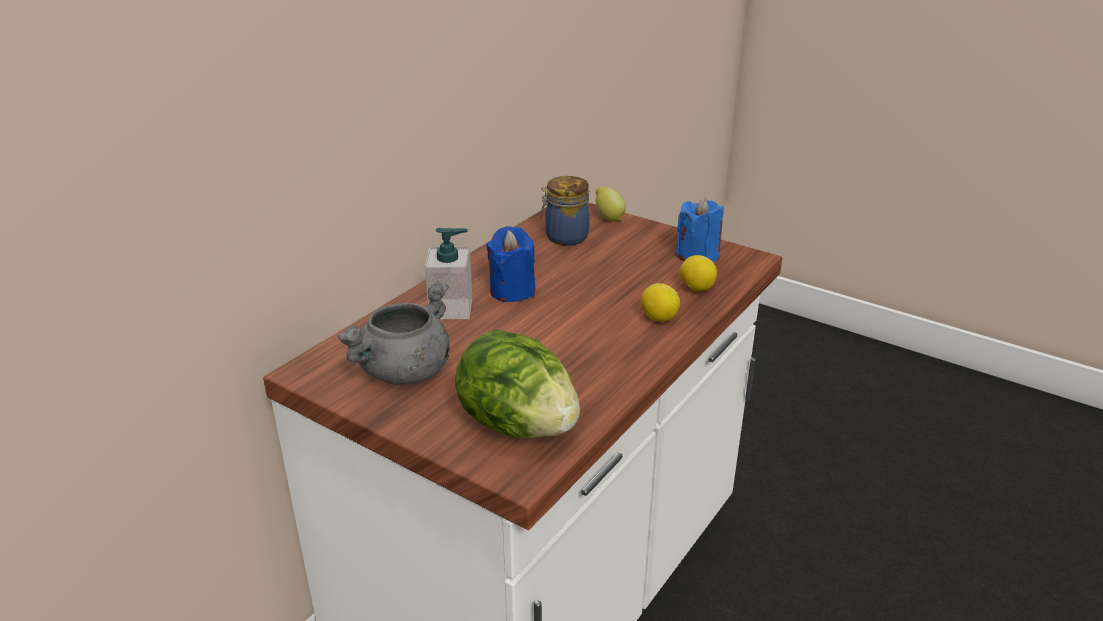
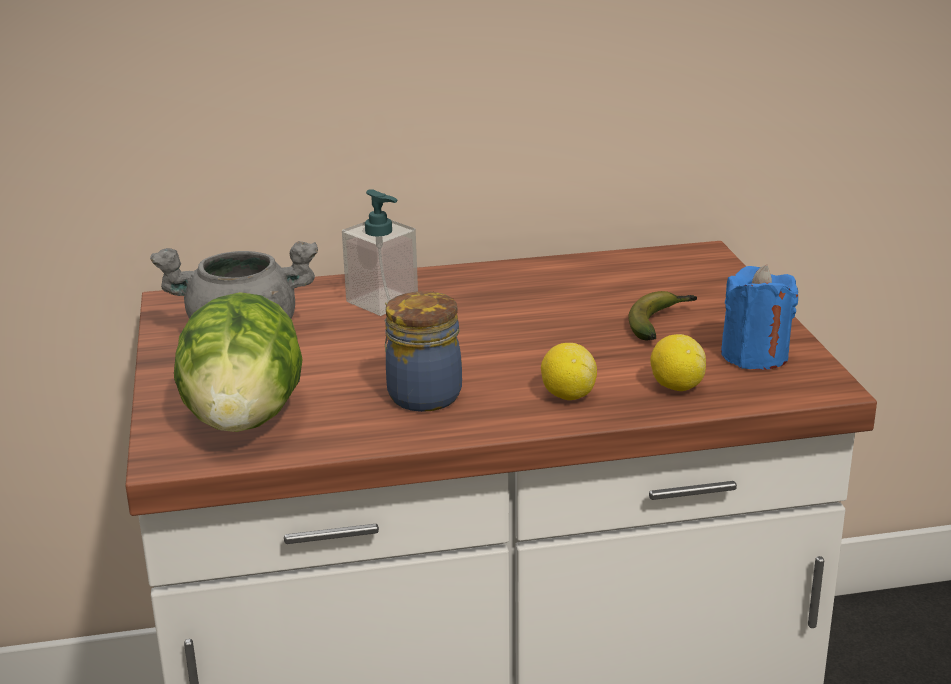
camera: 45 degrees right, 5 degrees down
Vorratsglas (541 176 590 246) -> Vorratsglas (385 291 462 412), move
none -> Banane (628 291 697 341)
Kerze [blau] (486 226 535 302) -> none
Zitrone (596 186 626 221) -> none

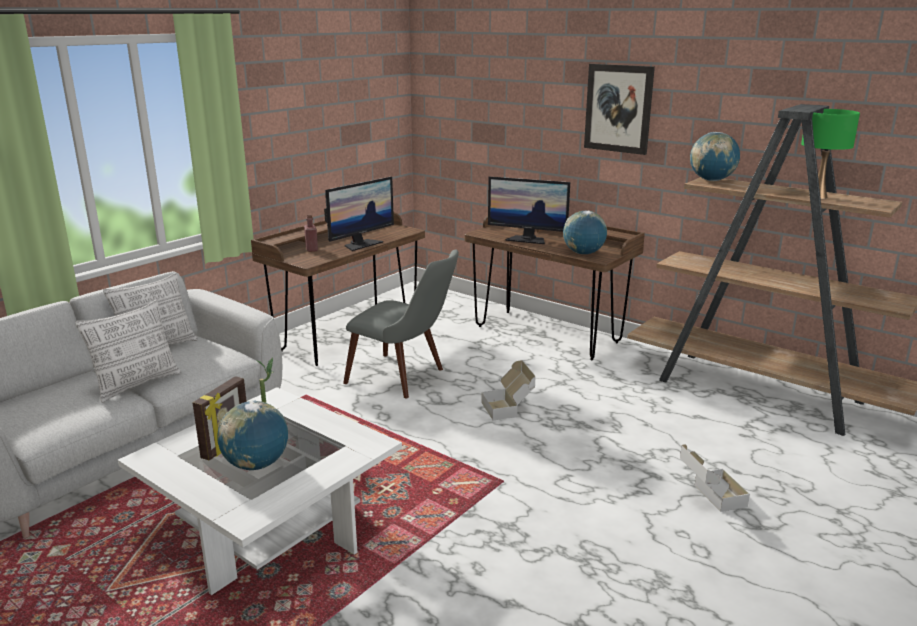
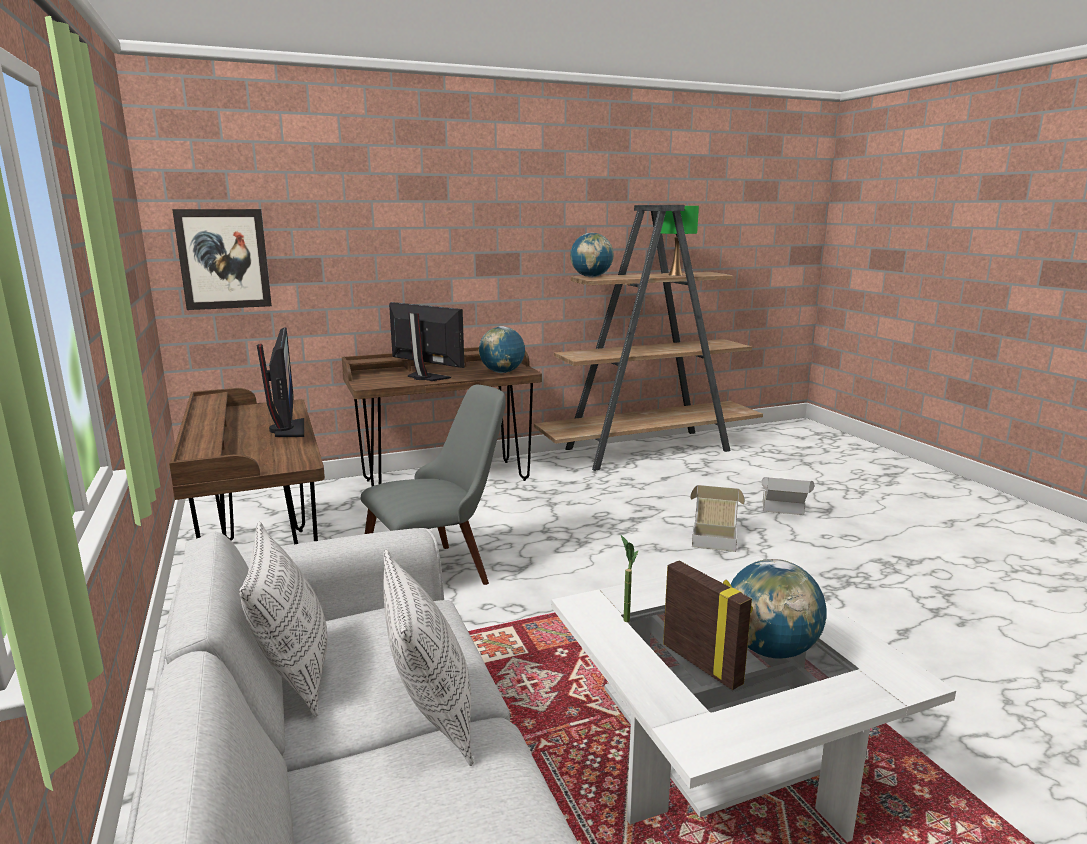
camera: 60 degrees left, 5 degrees down
Bild (584 64 655 155) -> Bild (172 209 272 310), move
Monitor (488 177 570 244) -> Monitor (389 302 465 381), 105 degrees counterclockwise
Karton (481 361 536 420) -> Karton (690 485 745 552), move
Flasche [rot] (304 214 318 252) -> none

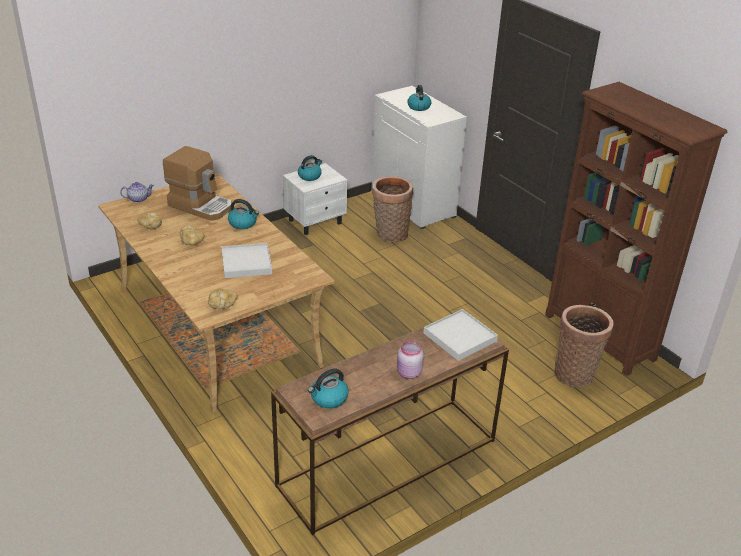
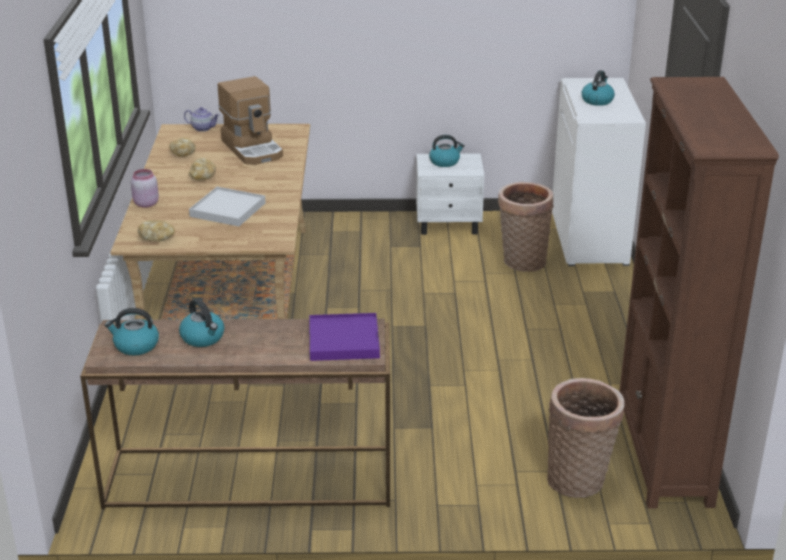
camera: 35 degrees right, 5 degrees down
Vorratsglas [rosa] (397 341 424 379) -> Vorratsglas [rosa] (131 169 159 208), move
Wasserkessel (228 199 259 229) -> Wasserkessel (179 299 225 347), move
Tablett [weiß] (424 309 498 361) -> Tablett [lila] (309 313 380 361)

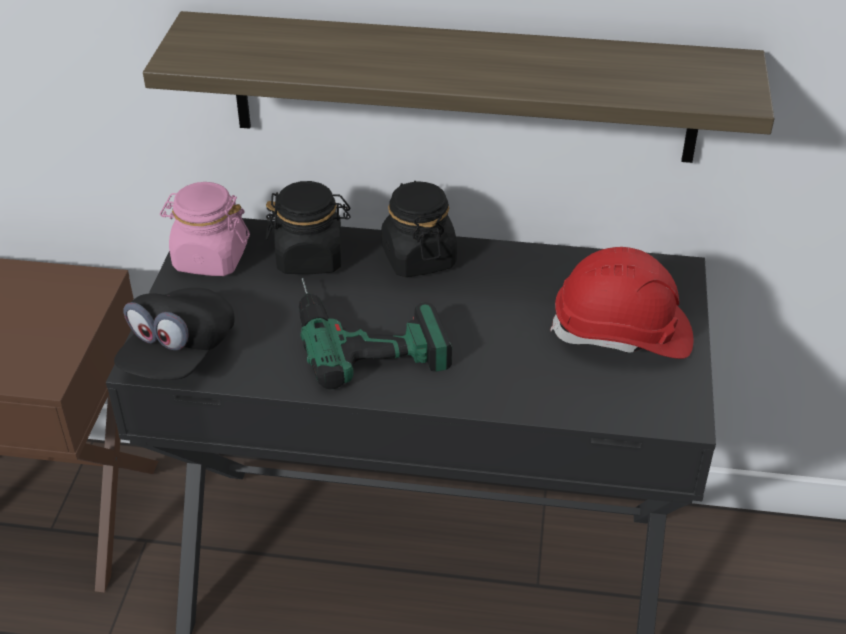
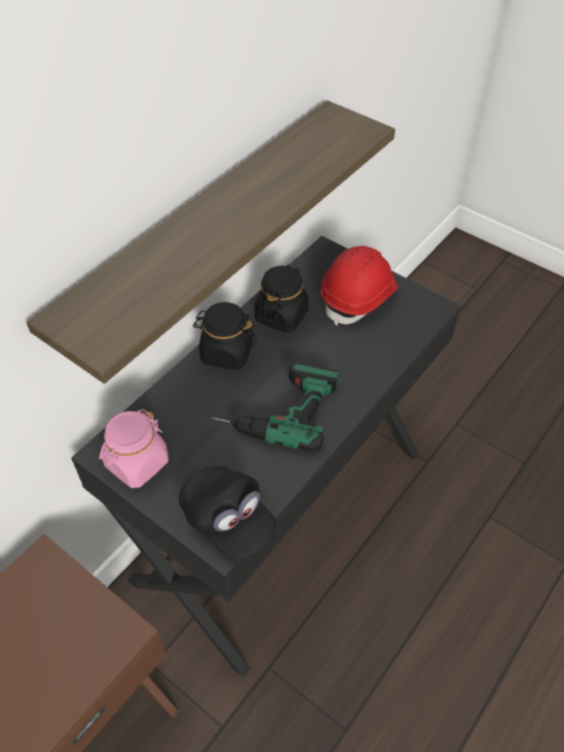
camera: 60 degrees left, 10 degrees up
Vorratsglas [schwarz] (266 181 351 274) -> Vorratsglas [schwarz] (255 265 309 333), move

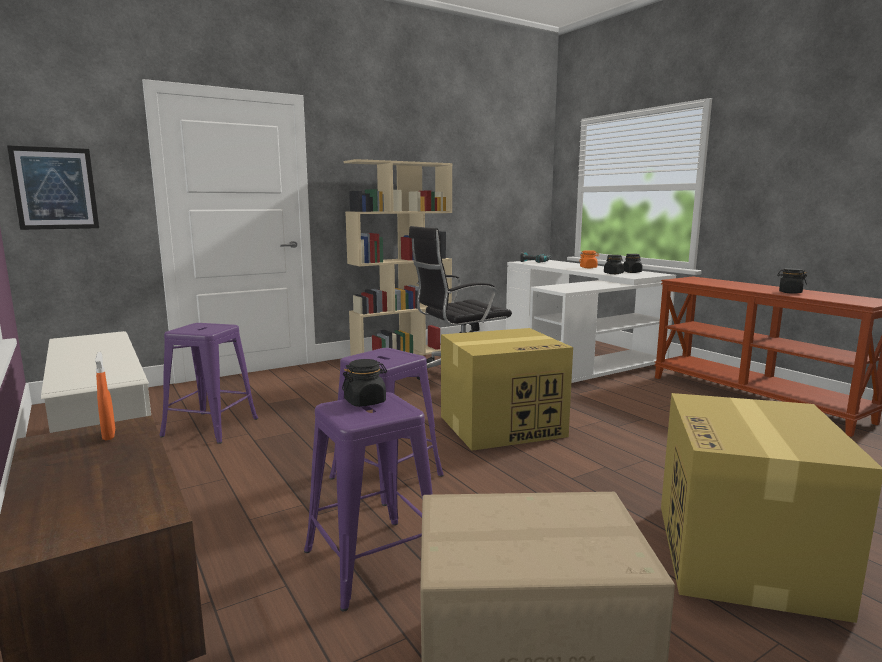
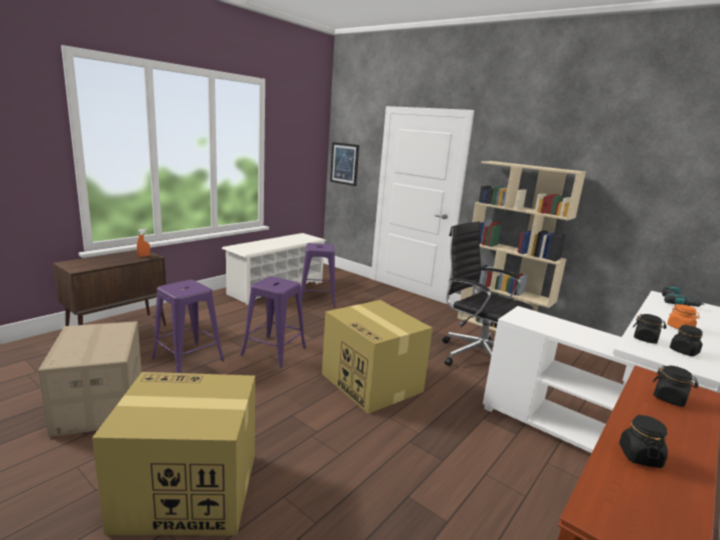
camera: 70 degrees right, 5 degrees up
Vorratsglas [schwarz] (342 359 387 407) -> Vorratsglas [schwarz] (653 365 698 407), move

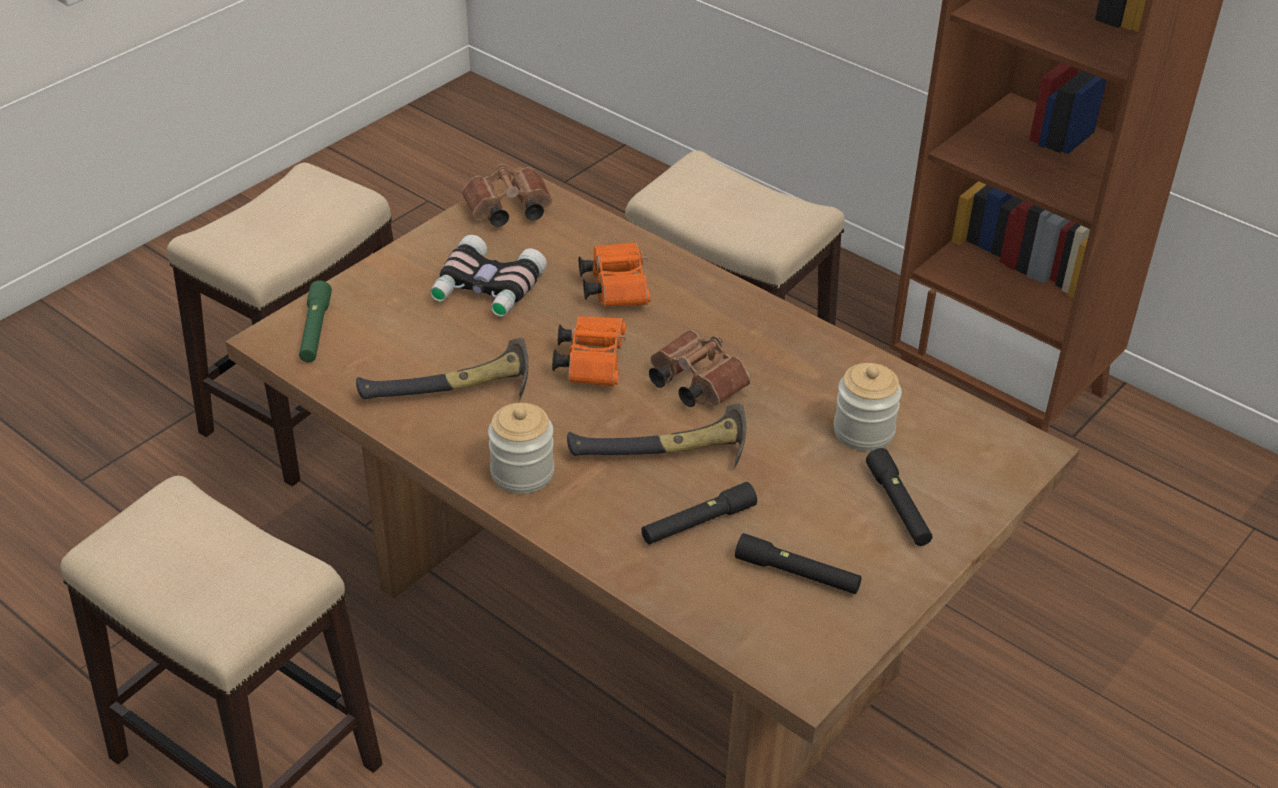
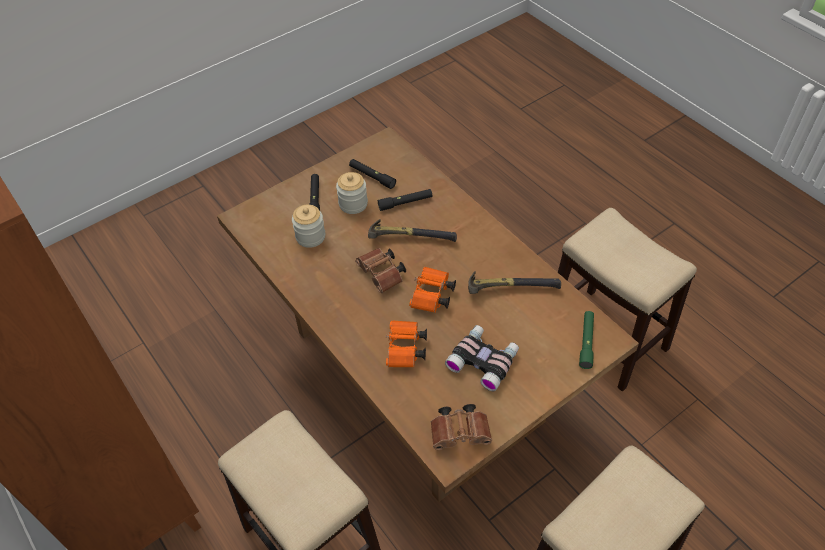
camera: 165 degrees left, 10 degrees up
Vorratsglas (488 403 554 494) -> Vorratsglas (336 172 368 214), move

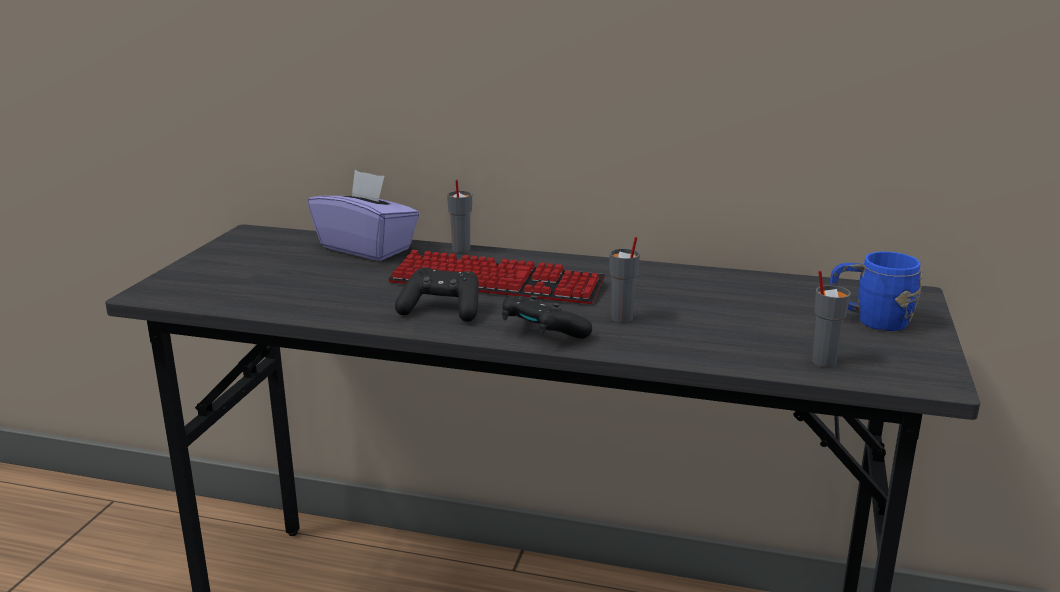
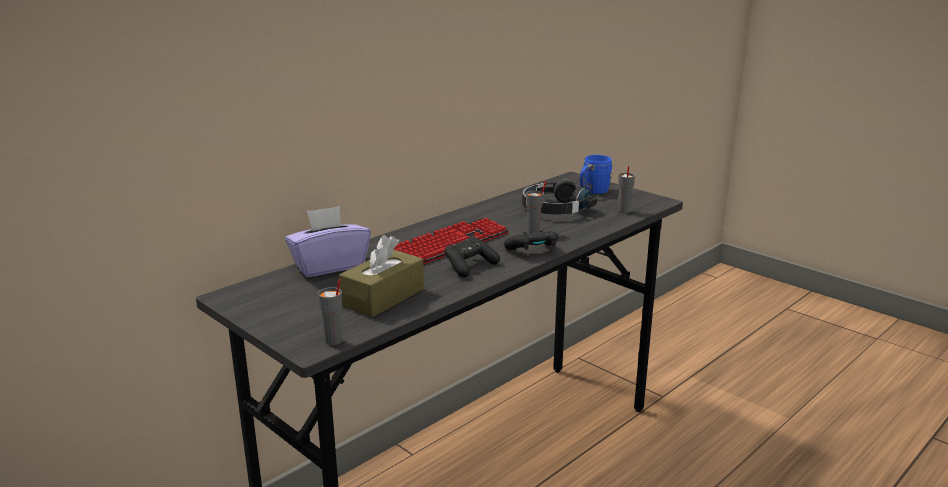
camera: 60 degrees left, 0 degrees up
Tasse [grau] (447 179 472 253) -> Tasse [grau] (318 279 342 345), move
none -> Taschentuchbox [braun] (339 235 424 317)
none -> Kopfhörer [schwarz] (522 180 597 215)

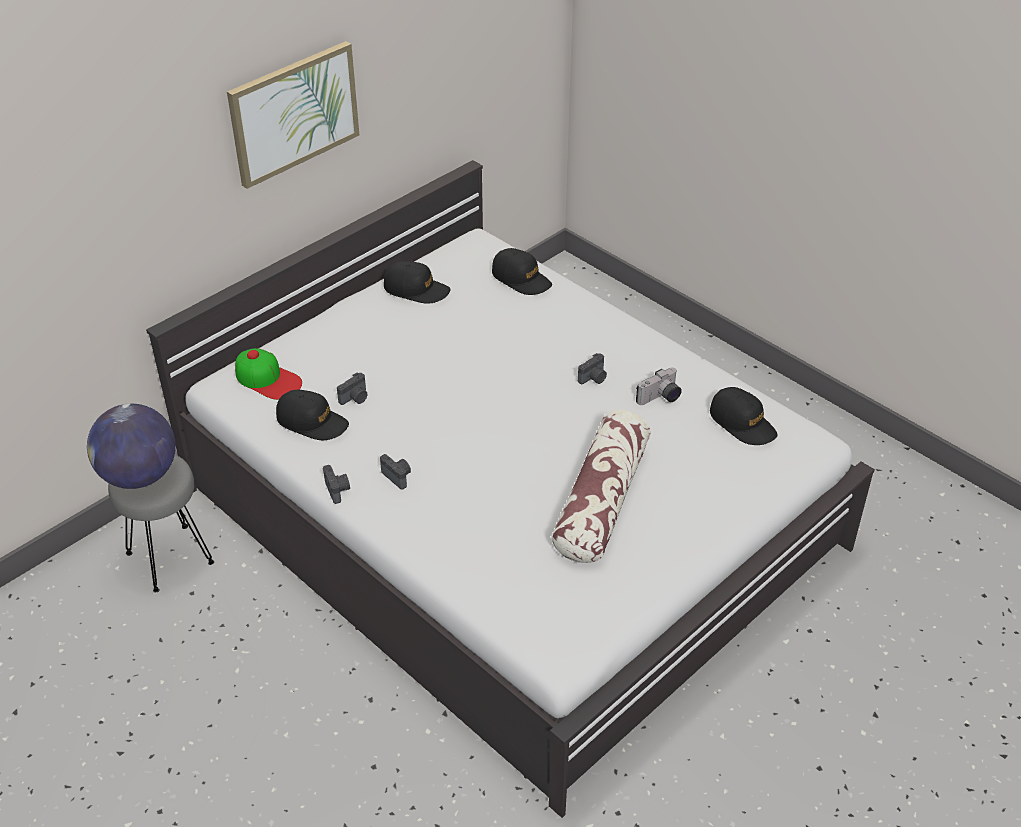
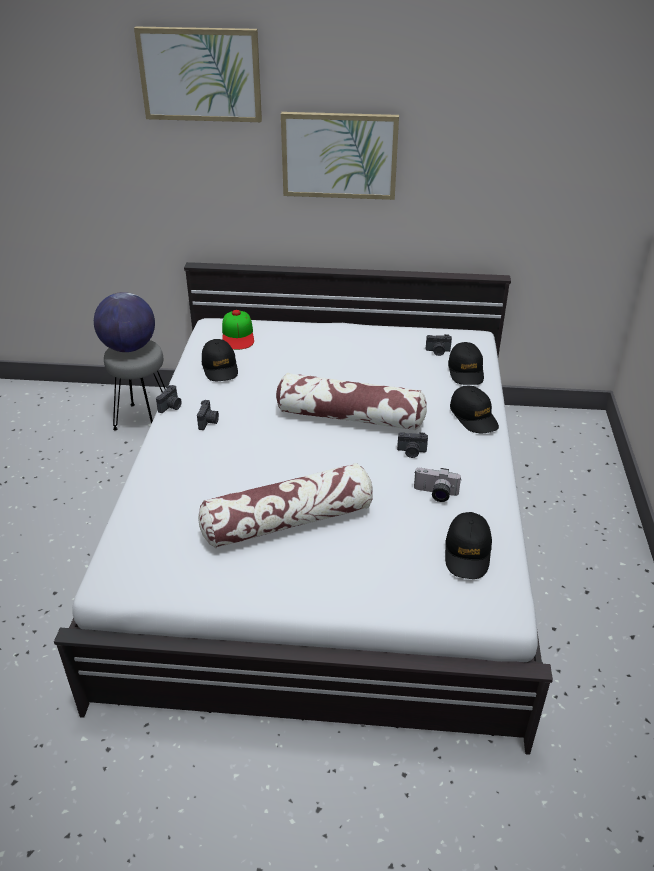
camera: 50 degrees right, 5 degrees down
none -> Bild (134 27 262 122)
none -> Kissen (276 373 427 431)
Kamera (337 373 367 405) -> Kamera (426 334 452 356), move
Kappe [schwarz] (384 261 451 304) -> Kappe [schwarz] (450 386 499 433), move

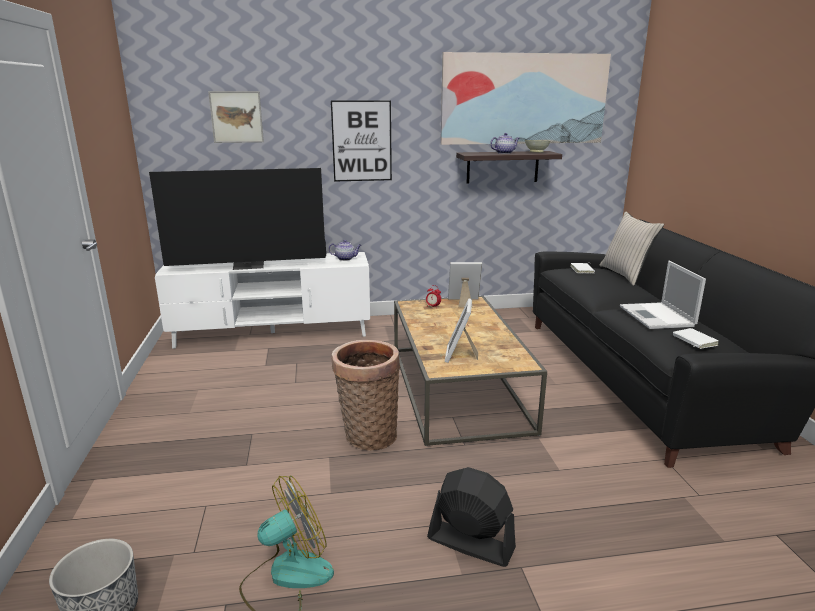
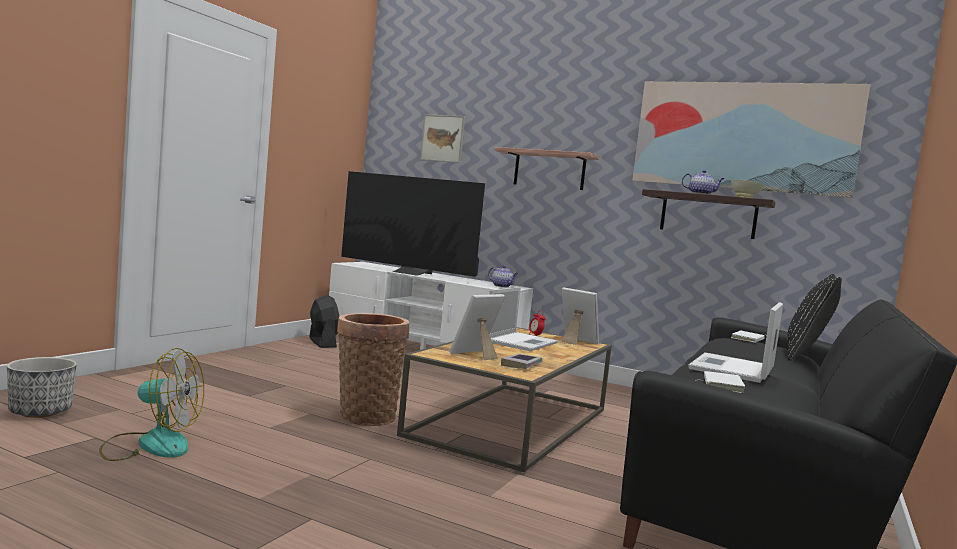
camera: 35 degrees right, 15 degrees down
Ventilator [schwarz] (427 467 516 567) -> Ventilator [schwarz] (309 295 339 348), move
none -> Laptop (489 287 558 351)
Bild (331 100 392 182) -> Wandregal (494 147 600 190)
none -> Buch (501 354 542 369)
Kissen [beige] (599 211 664 286) -> Kissen [schwarz] (787 274 842 361)

